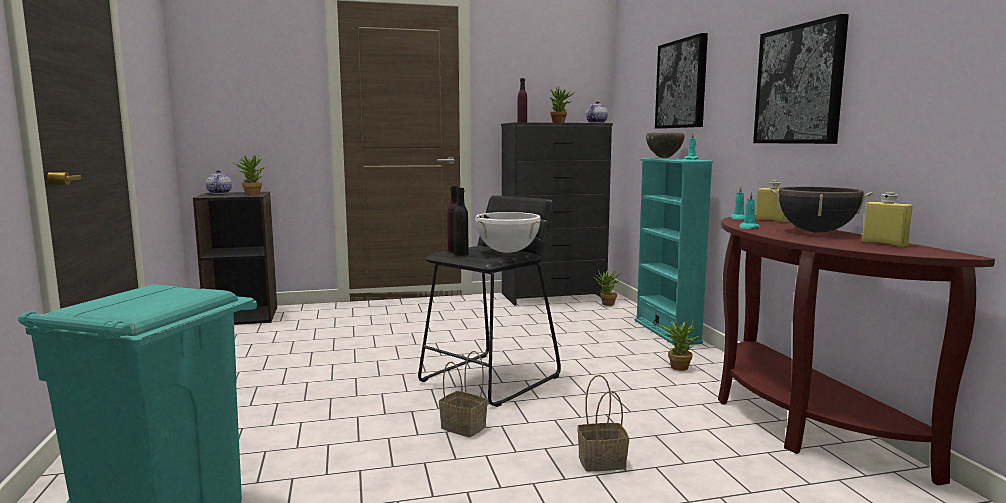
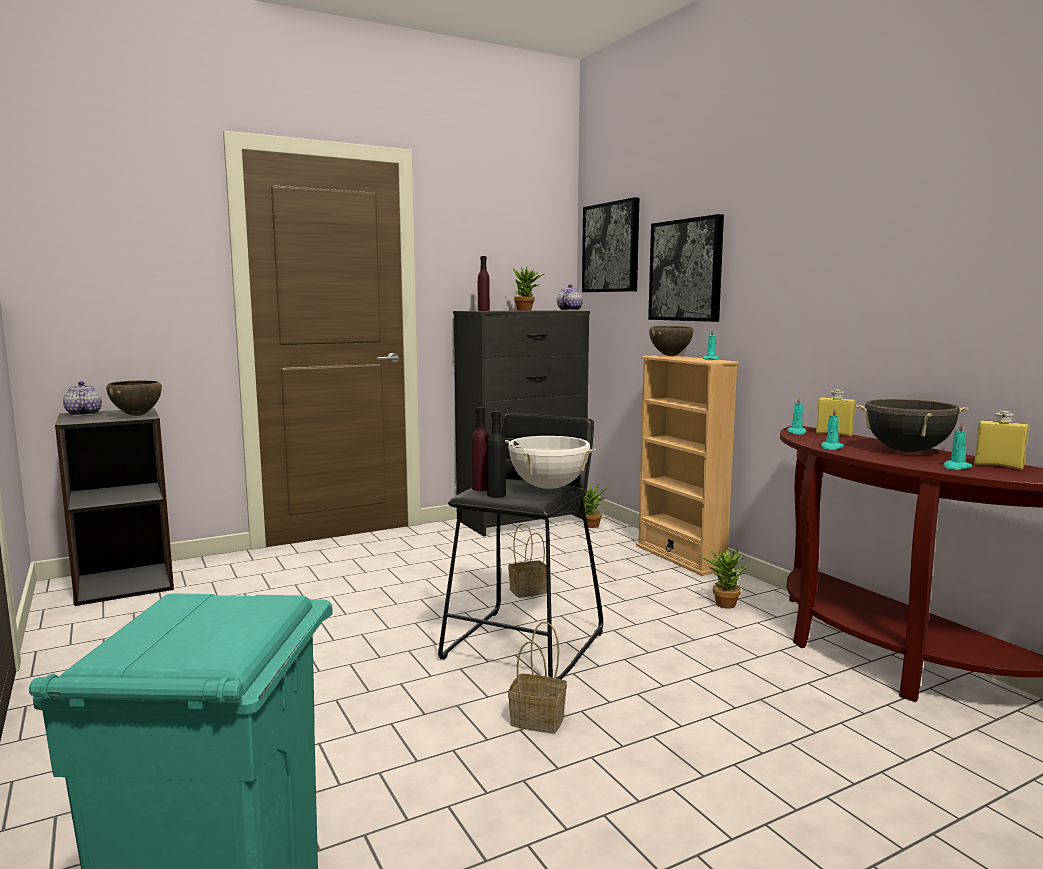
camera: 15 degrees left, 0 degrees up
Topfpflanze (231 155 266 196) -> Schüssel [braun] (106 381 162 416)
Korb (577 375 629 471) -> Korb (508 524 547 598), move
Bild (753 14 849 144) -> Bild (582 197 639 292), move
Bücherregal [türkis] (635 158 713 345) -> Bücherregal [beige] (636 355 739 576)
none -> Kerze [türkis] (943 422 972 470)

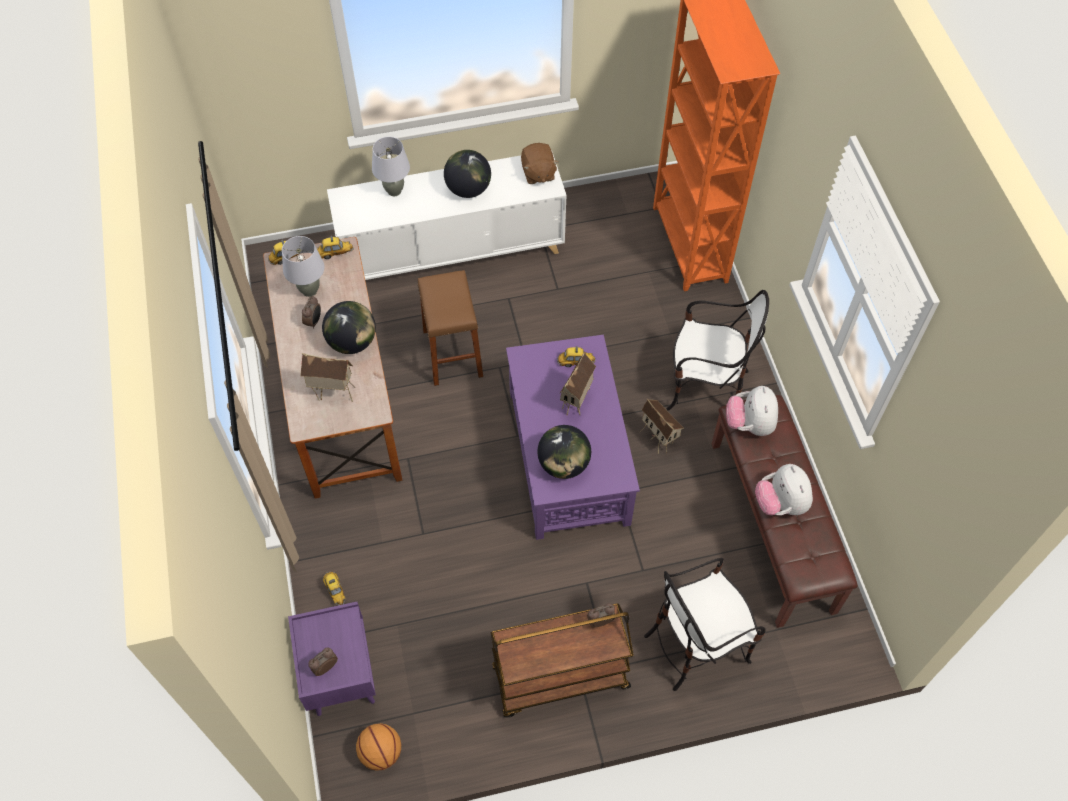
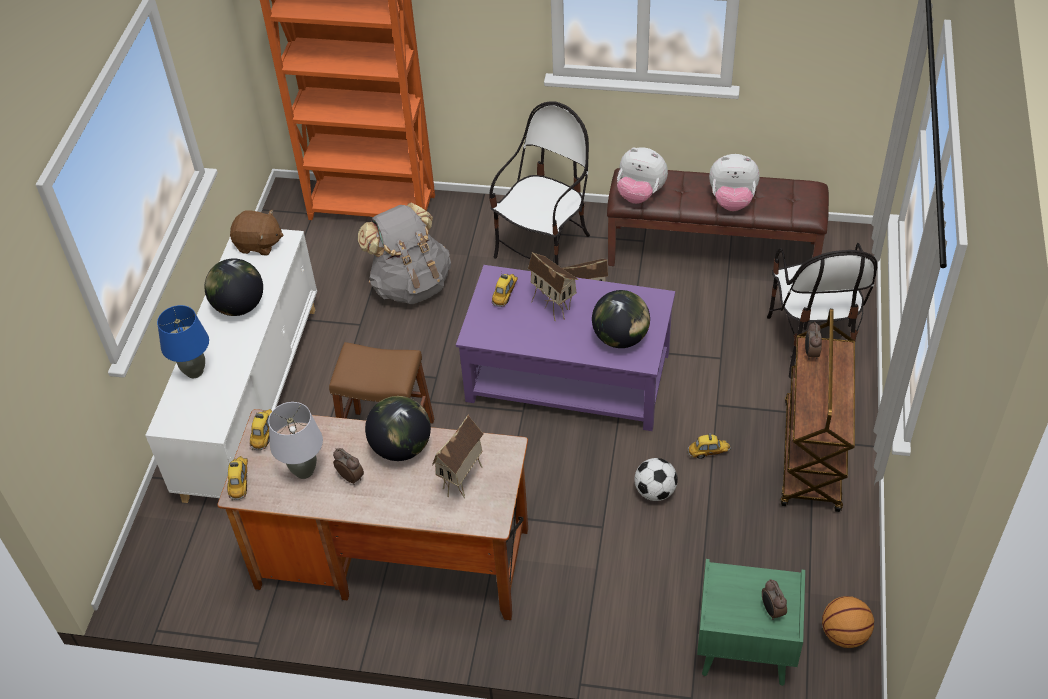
camera: 65 degrees left, 10 degrees down
Tischlampe [grau] (372 137 410 196) -> Tischlampe [blau] (157 305 209 378)
none -> Rucksack [grau] (357 203 451 304)
none -> Fußball (634 458 678 501)
Spielzeugauto (323 572 346 605) -> Spielzeugauto (687 433 731 459), move
Nachttisch [lila] (288 602 376 716) -> Nachttisch [grün] (697 559 805 686)

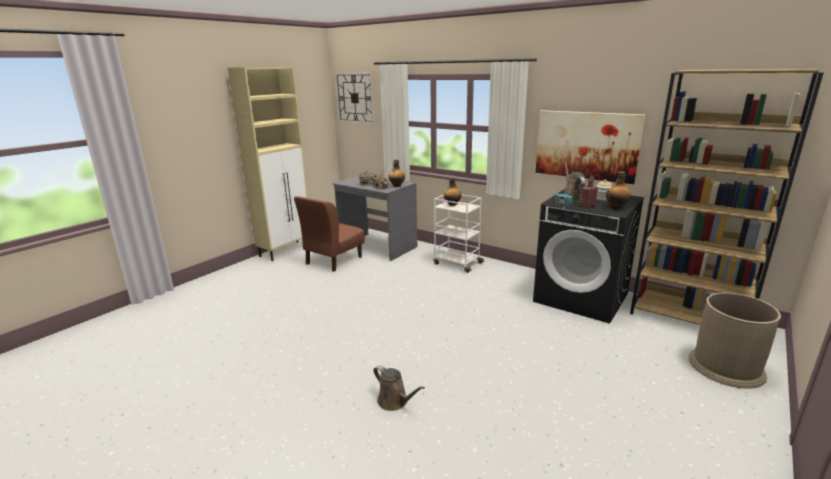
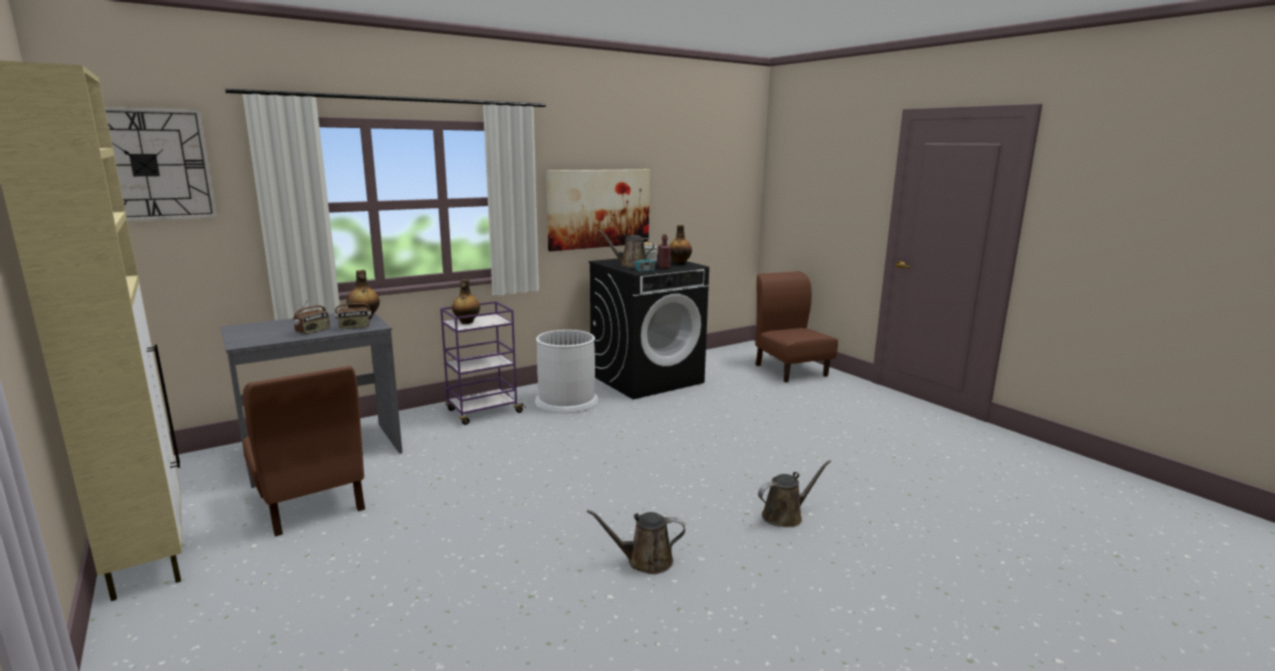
camera: 70 degrees left, 5 degrees down
Rollwagen [weiß] (433 194 485 273) -> Rollwagen [lila] (440 301 526 425)
none -> Mülleimer [weiß] (535 330 599 413)
none -> Gießkanne [braun] (587 509 685 574)
Mülleimer [braun] (689 293 781 389) -> Stuhl [braun] (755 271 838 382)
Bücherregal [braun] (630 69 824 325) -> none

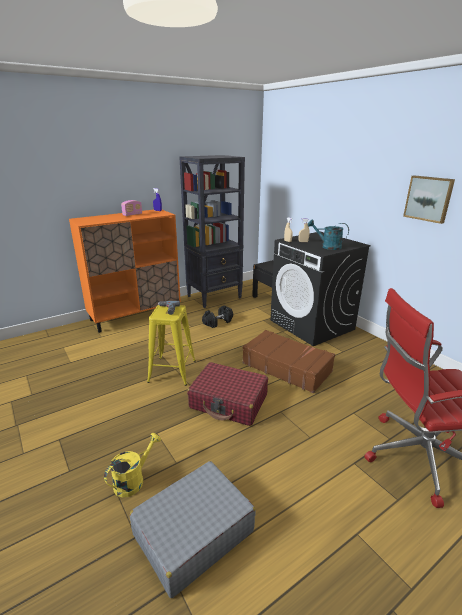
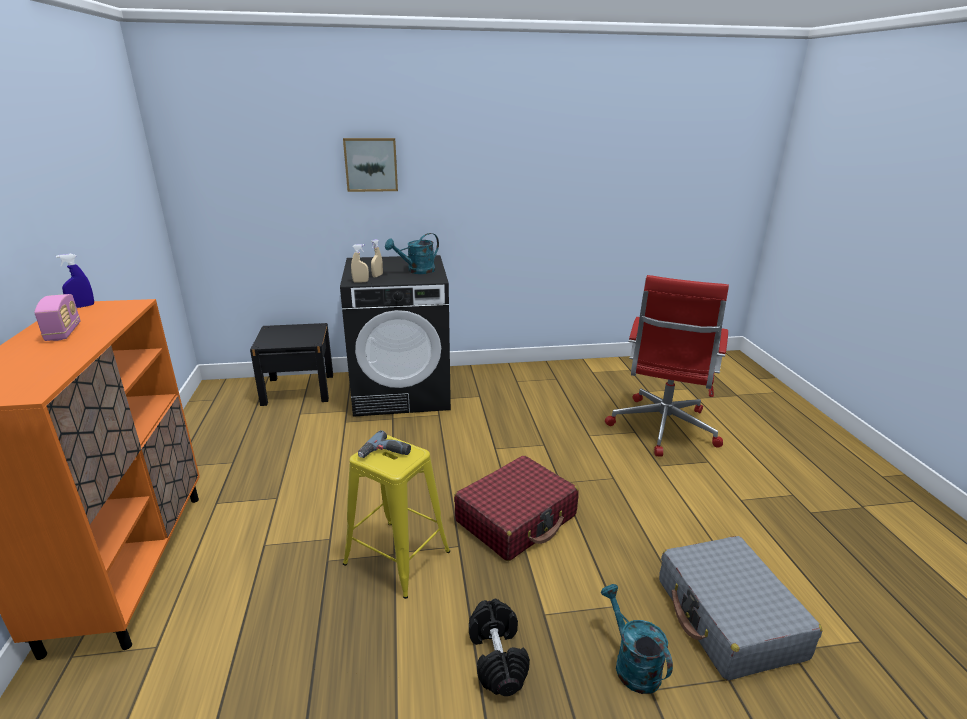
camera: 65 degrees left, 0 degrees up
Bild (403 175 455 224) -> Bild (343 138 398 192), move
Hantel [schwarz] (202 305 233 328) -> Hantel [schwarz] (469 599 530 696), move
Gießkanne [gelb] (104 433 161 498) -> Gießkanne [türkis] (601 584 673 694)
Bücherregal [schwarz] (179 155 245 308) -> none
Koffer [braun] (242 330 335 393) -> none

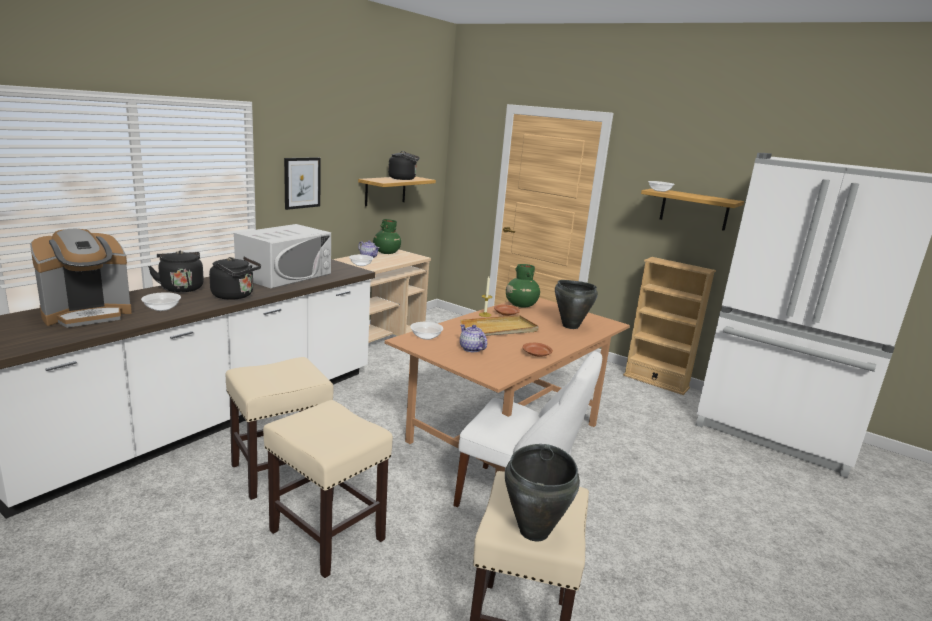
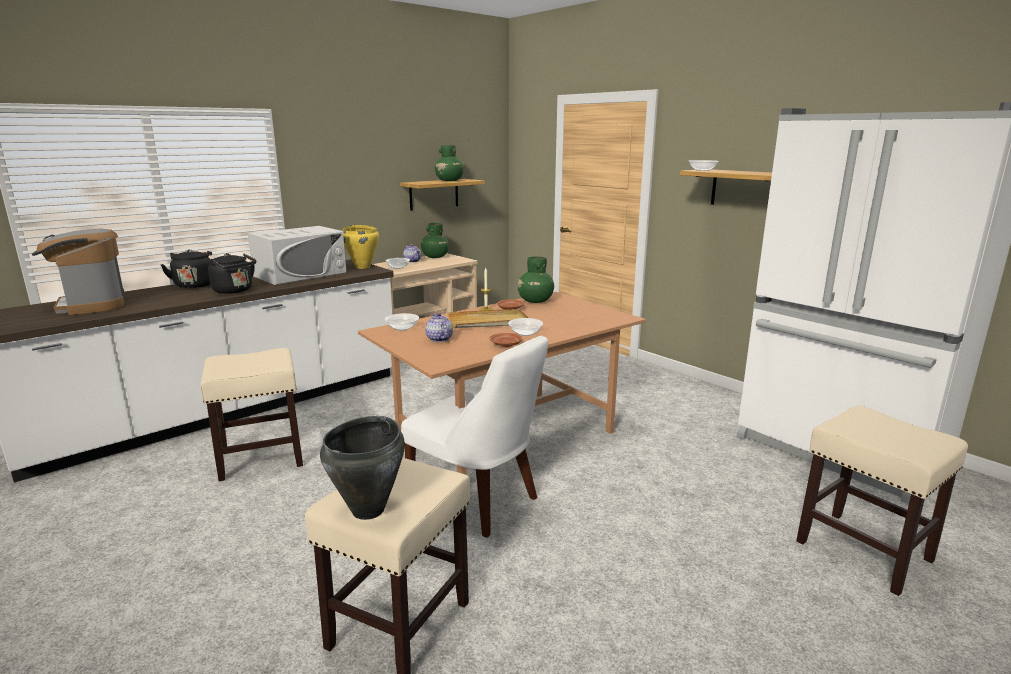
camera: 15 degrees right, 0 degrees up
Kaffeemaschine (30 229 132 328) -> Kaffeemaschine (32 229 125 315), 90 degrees clockwise
none -> Kochtopf [gelb] (343 225 379 269)
Wasserkessel [schwarz] (388 151 420 180) -> Vase [grün] (435 145 464 181)
Schüssel (141 292 181 311) -> Schüssel (508 318 543 336), move
Hocker [beige] (263 400 393 578) -> Hocker [beige] (796 405 968 596), move
Bild (284 157 321 210) -> none
Kochtopf [schwarz] (555 280 598 329) -> none
Bücherregal [beige] (623 257 716 395) -> none

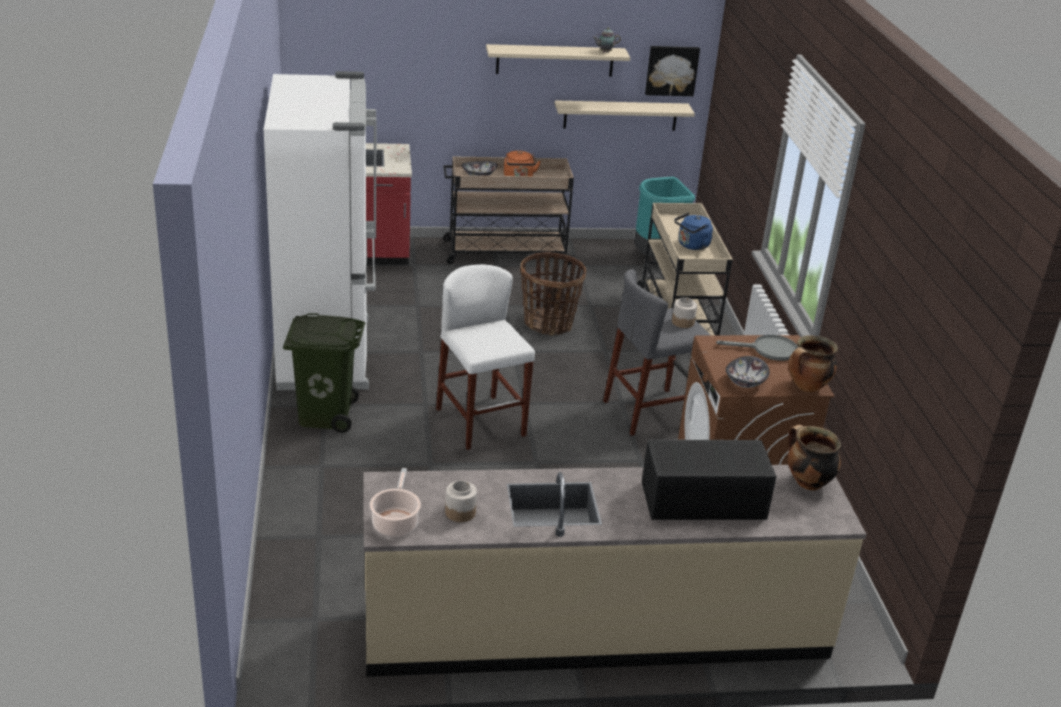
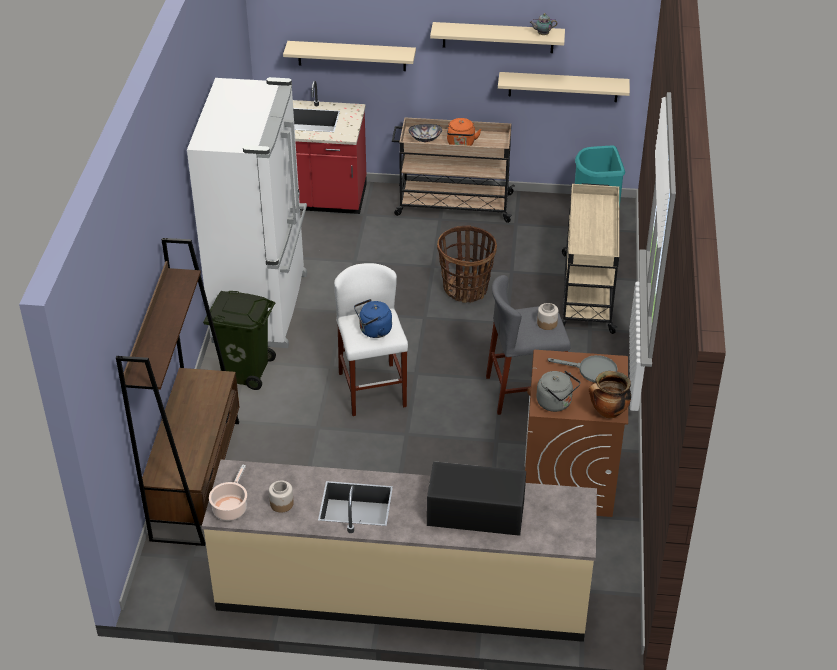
camera: 15 degrees right, 10 degrees up
none -> Bücherregal [braun] (116 238 240 546)
none -> Wandregal [beige] (283 41 416 71)
Wasserkessel [blau] (675 213 713 250) -> Wasserkessel [blau] (354 299 392 338), move
Schüssel (726 356 770 388) -> Wasserkessel [grau] (536 371 581 412)
Bild (645 46 700 96) -> none
Kochtopf (788 425 841 491) -> none

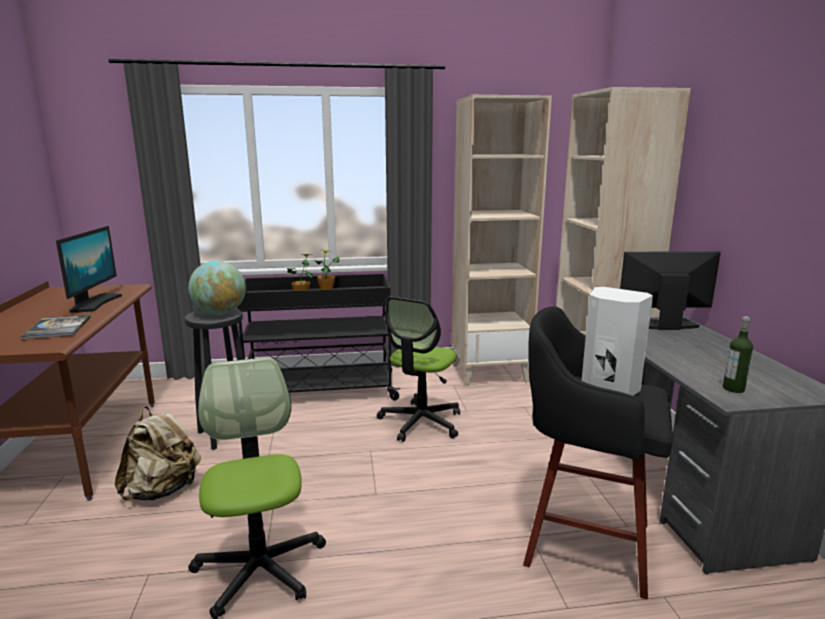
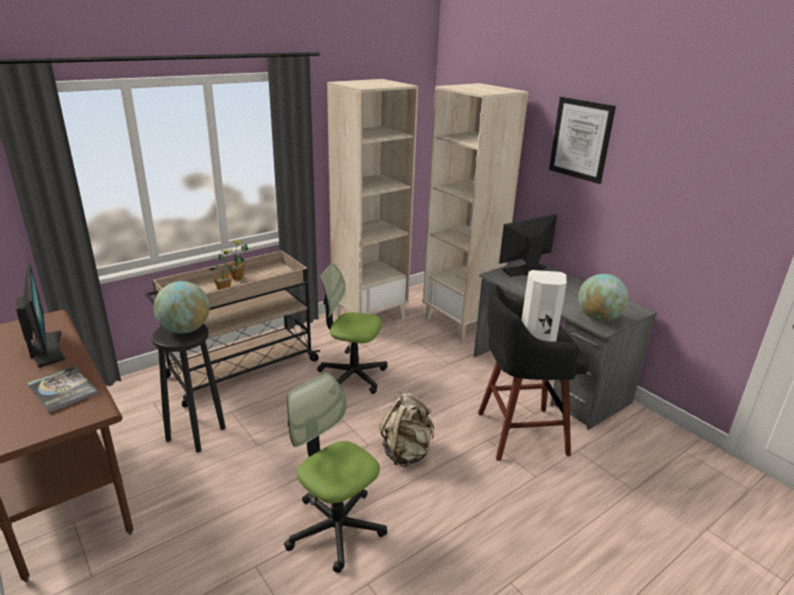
camera: 30 degrees left, 10 degrees up
Rollwagen [schwarz] (237 274 401 400) -> Rollwagen [beige] (145 250 320 407)
Bürostuhl (377 297 460 442) -> Bürostuhl (317 263 387 394), 105 degrees clockwise
Rucksack [beige] (115 406 201 501) -> Rucksack [beige] (379 392 434 467), move
none -> Bild (549 97 616 184)
Flasche (723 316 753 393) -> Globus (578 274 629 321)

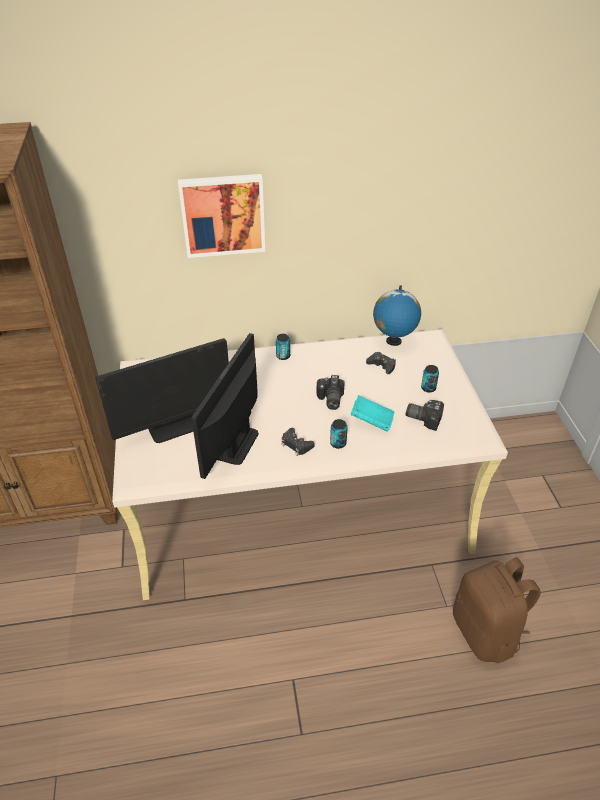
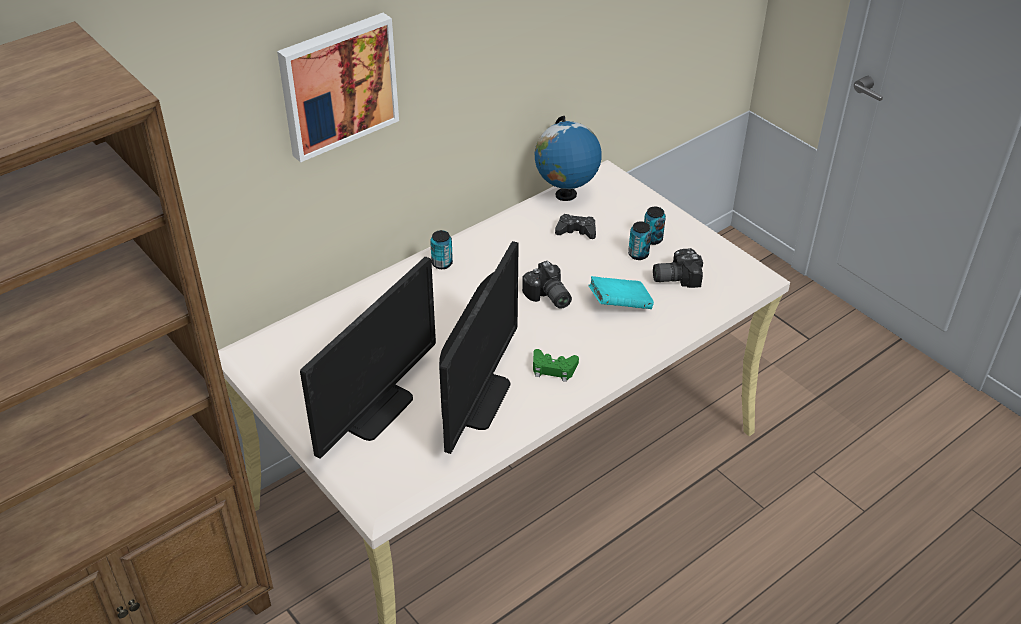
camera: 30 degrees left, 0 degrees up
Monitor (191 333 259 479) -> Monitor (439 241 519 454), 150 degrees counterclockwise
Gamepad [schwarz] (281 428 314 456) -> Gamepad [grün] (533 349 579 382)
Dose (330 419 348 449) -> Dose (628 221 652 260), move
Rucksack [braun] (453 557 541 663) -> none

